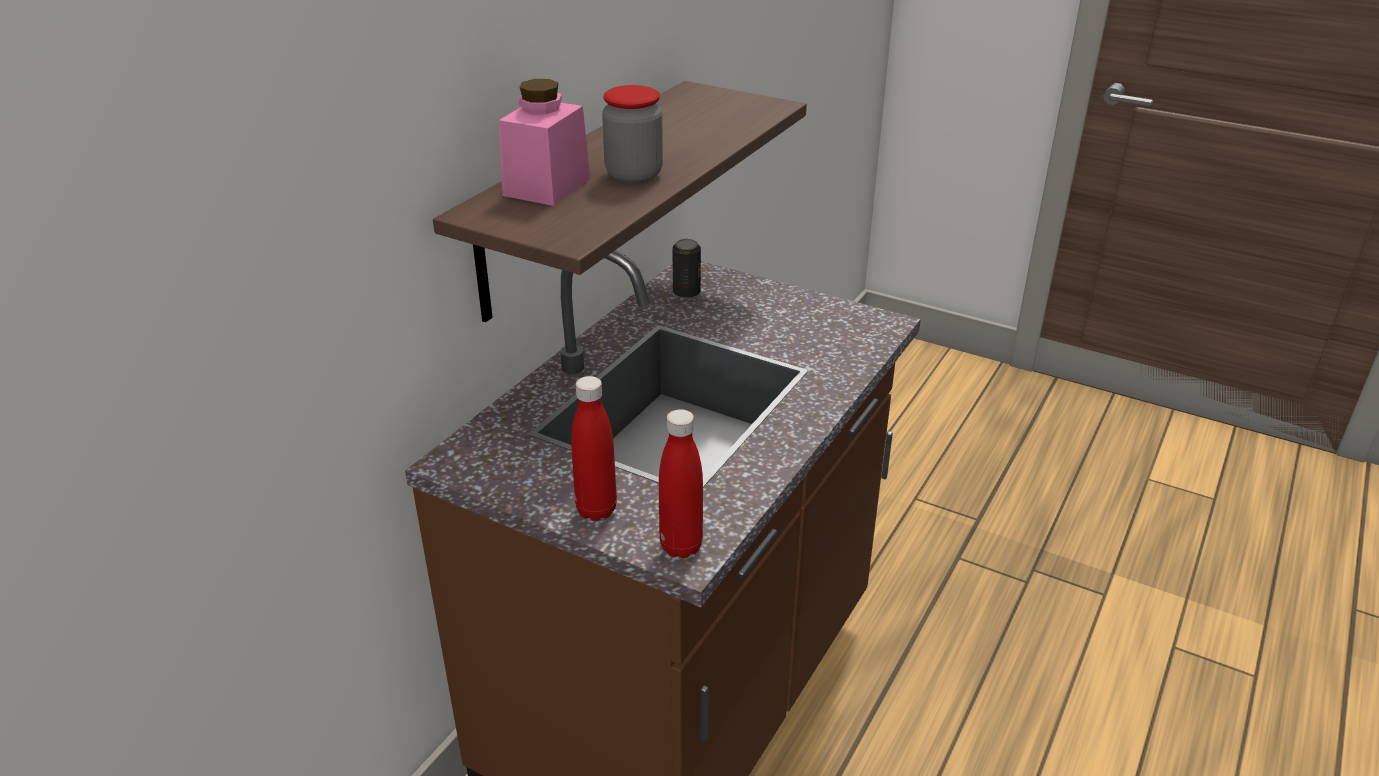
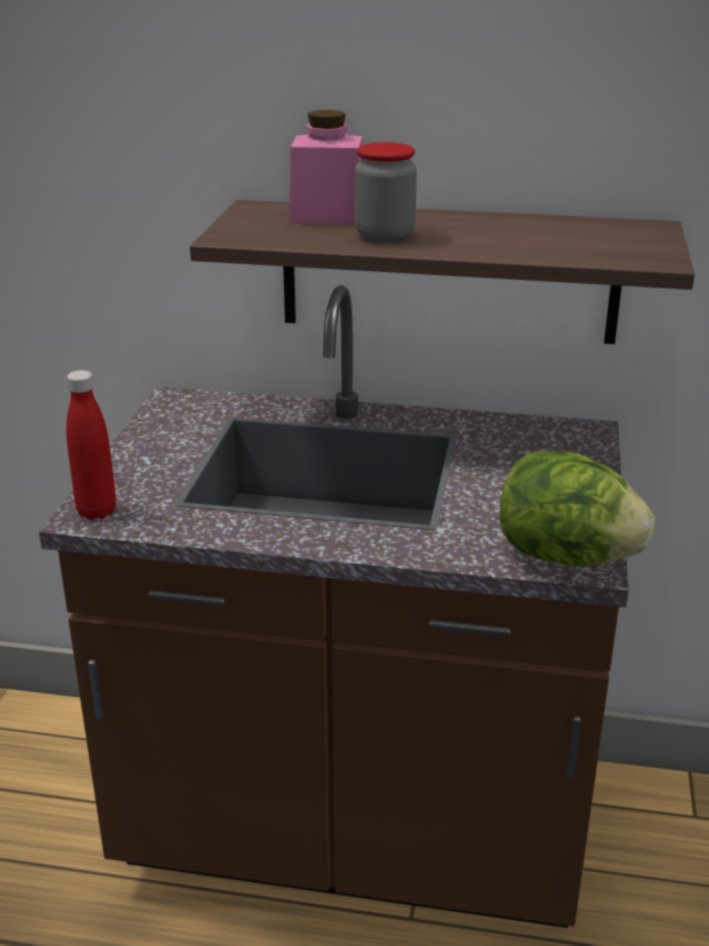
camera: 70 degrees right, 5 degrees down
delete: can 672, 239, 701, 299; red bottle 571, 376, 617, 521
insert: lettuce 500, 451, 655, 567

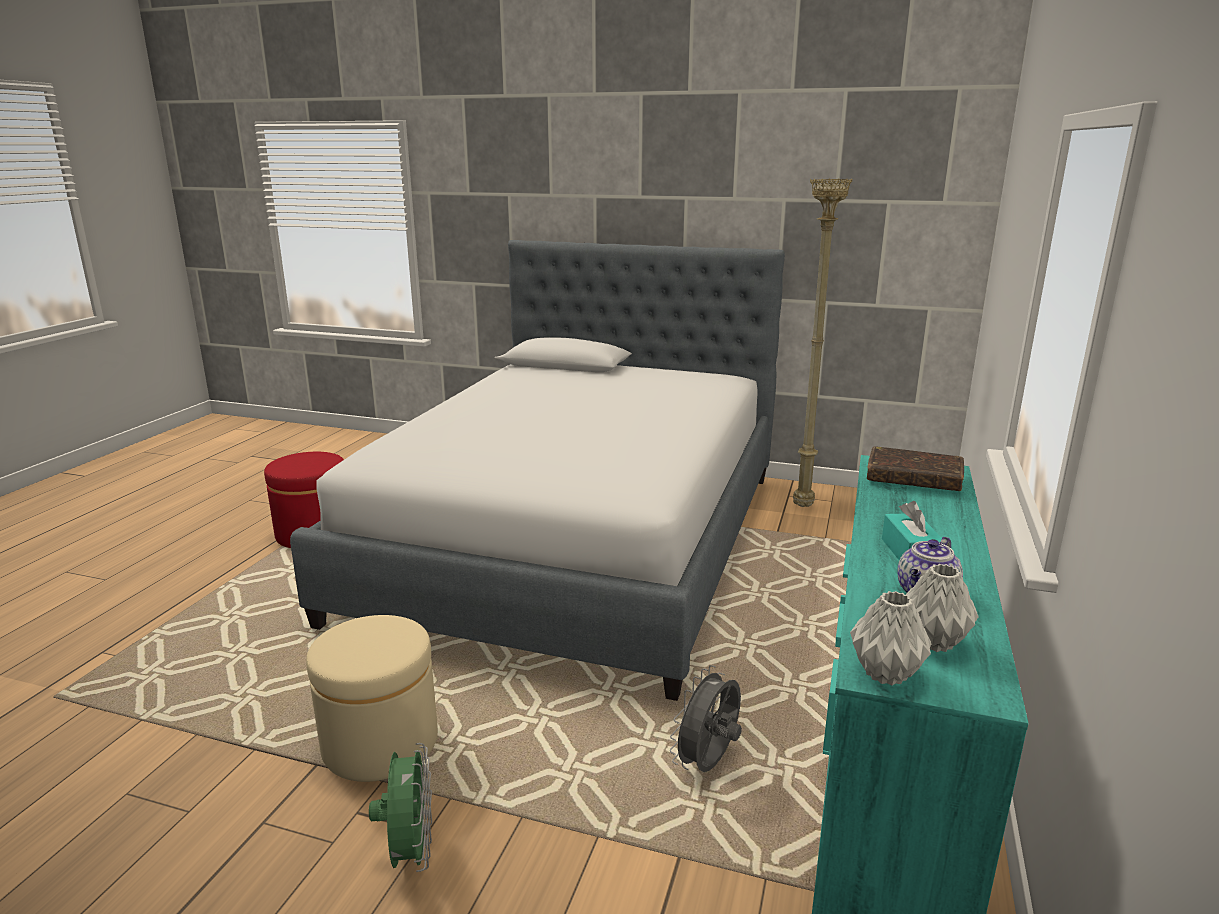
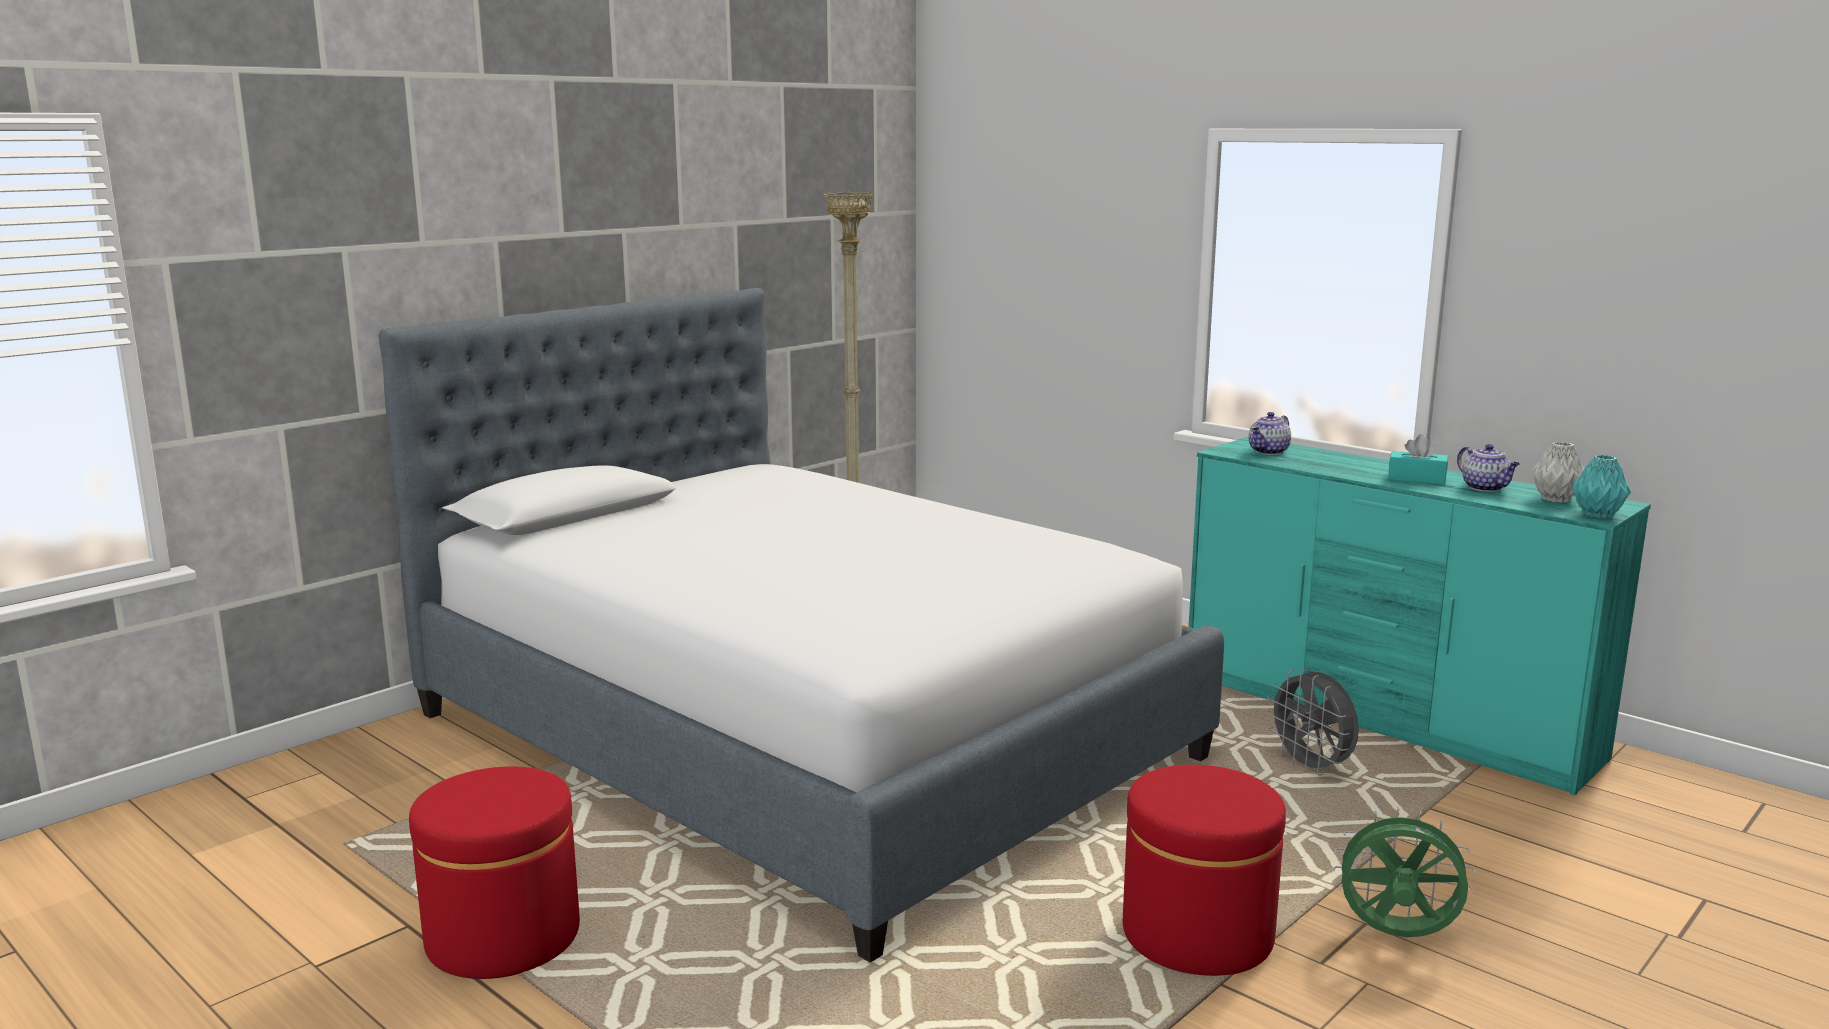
camera: 65 degrees left, 5 degrees down
replace: brown book 867, 446, 964, 491 to teapot 1249, 412, 1291, 455
recolor: grey vase 850, 591, 931, 685 to turquoise vase 1572, 455, 1631, 518; beige ottoman 306, 615, 438, 782 to red ottoman 1123, 765, 1286, 976

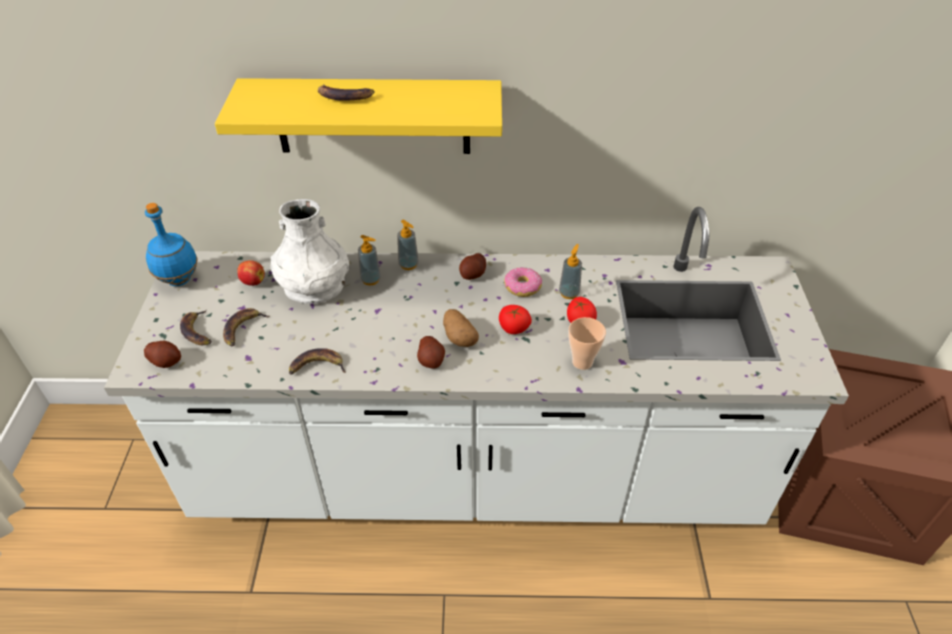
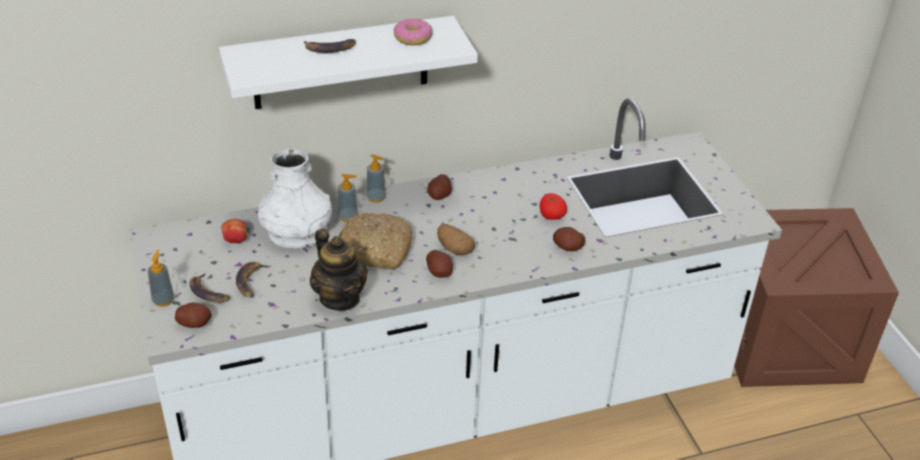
camera: 20 degrees left, 5 degrees down
delete: blue bottle 145, 203, 198, 286; tomato 499, 305, 532, 334
insert: bread 338, 213, 412, 269
move: soap dispenser 559, 244, 582, 299 to 148, 250, 174, 307; donut 504, 267, 542, 297 to 393, 18, 433, 45
replace: cup 568, 317, 606, 370 to potato 553, 227, 585, 251; banana 289, 348, 346, 375 to teapot 310, 228, 368, 311
recolor: yellow shelf 215, 78, 502, 154 to white shelf 219, 16, 478, 109

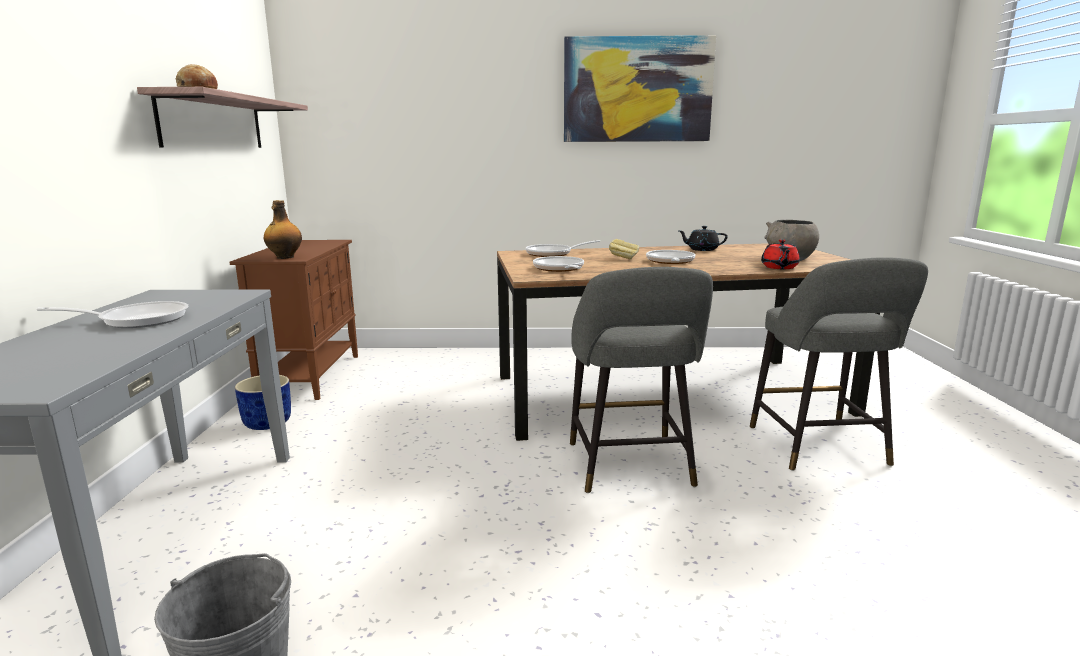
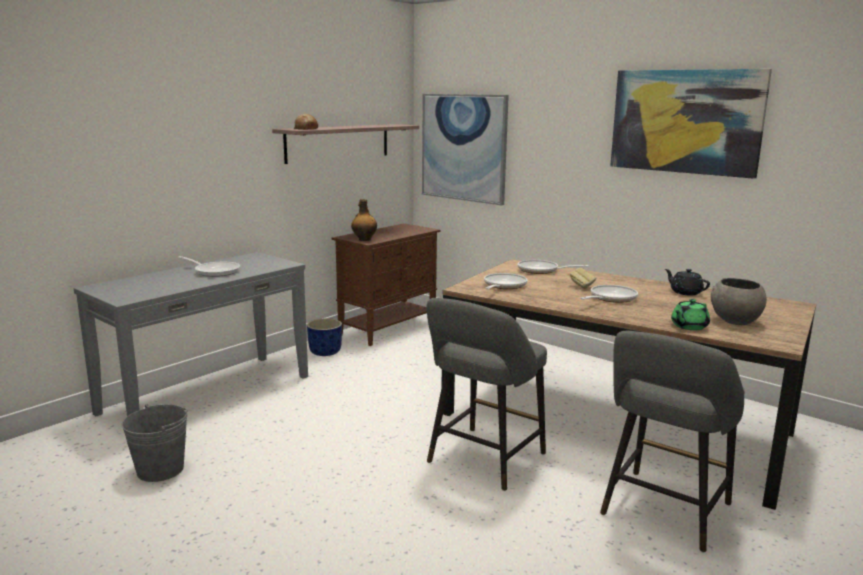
camera: 40 degrees right, 0 degrees up
insert: picture 422, 94, 509, 205
recolor: red teapot 761, 239, 800, 269 to green teapot 671, 299, 710, 330

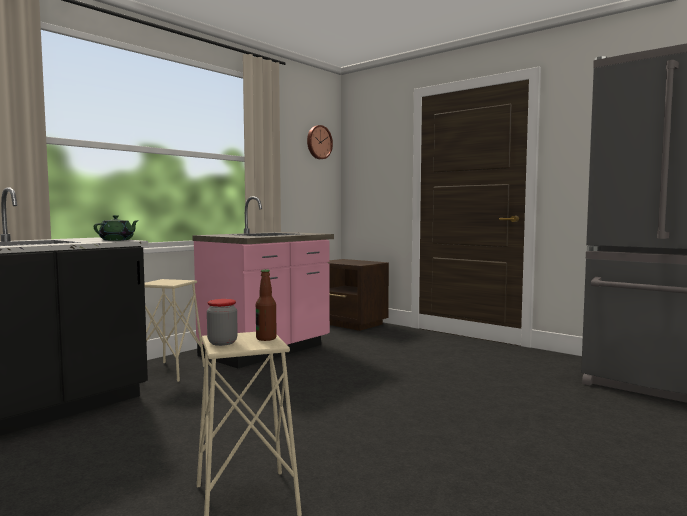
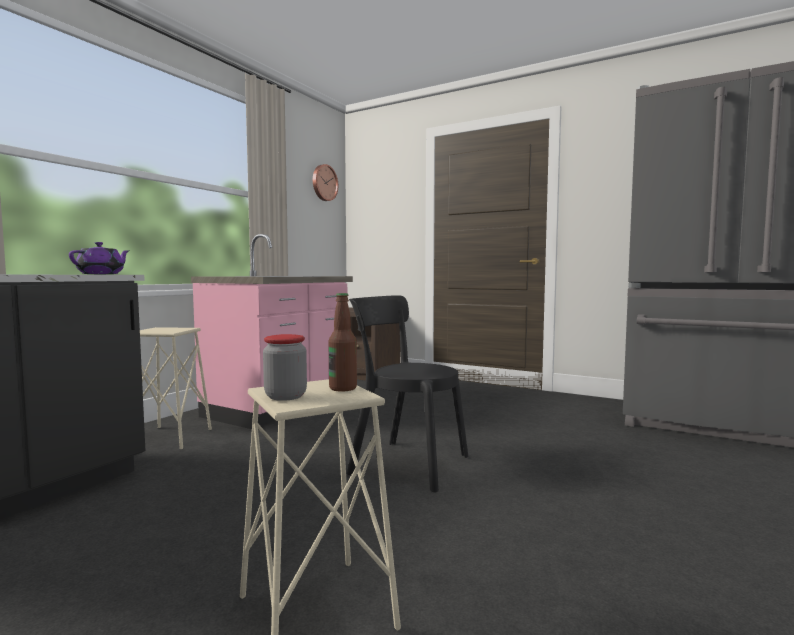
camera: 10 degrees left, 0 degrees up
insert: black chair 347, 295, 469, 493
recolor: green teapot 94, 215, 139, 241 to purple teapot 69, 242, 129, 274

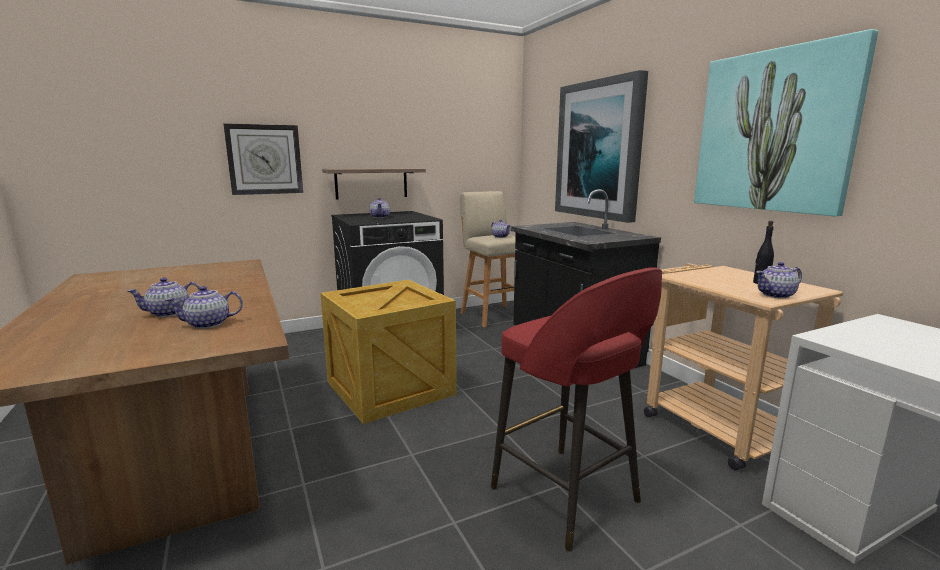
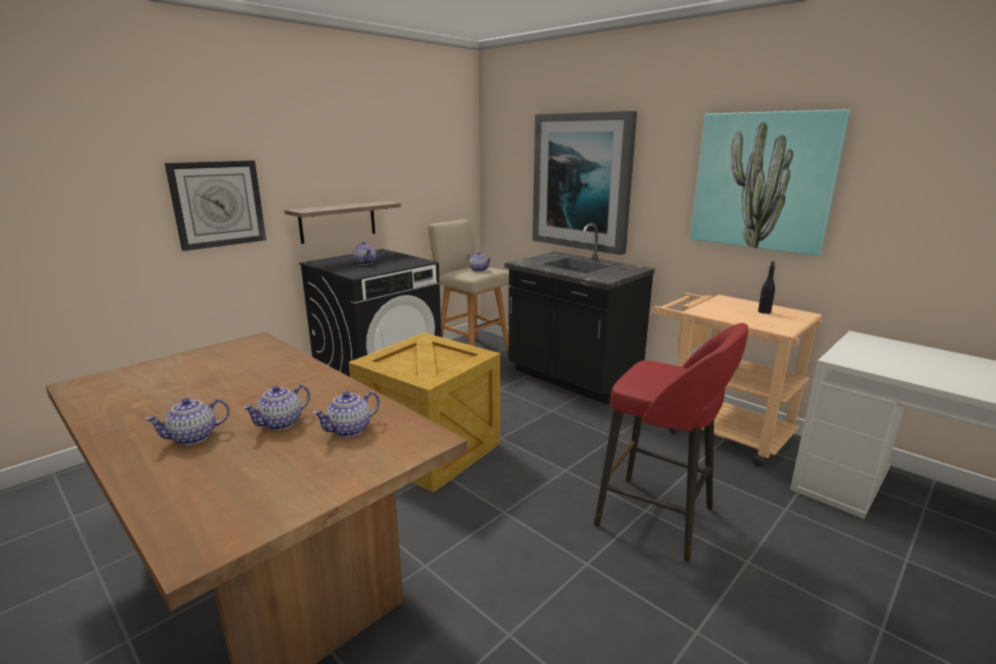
camera: 20 degrees left, 5 degrees up
move: teapot 756, 262, 802, 299 to 144, 398, 230, 445

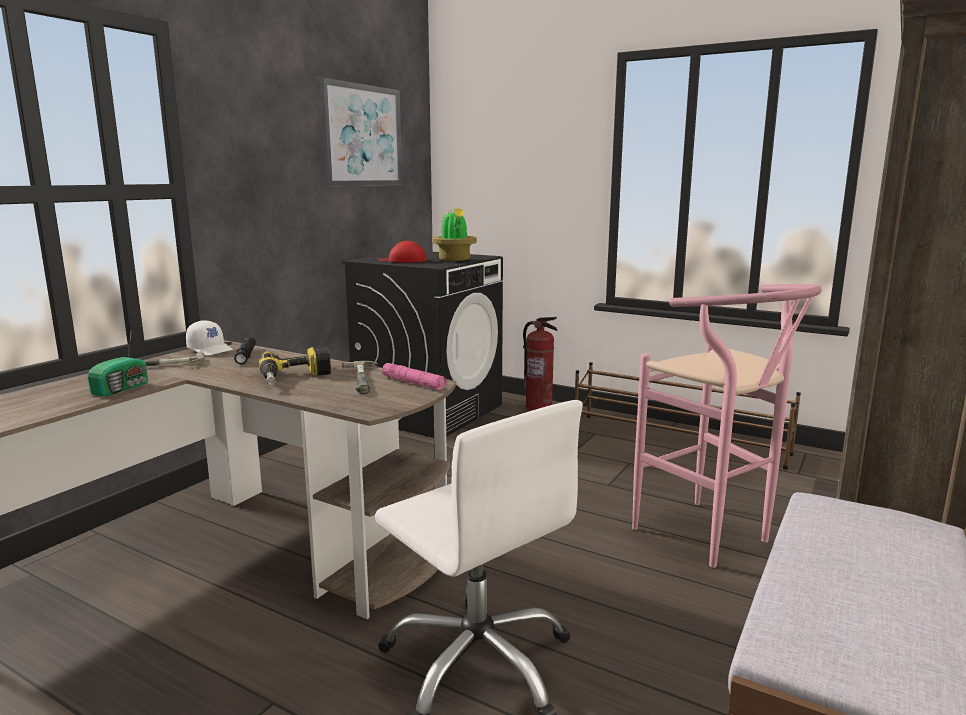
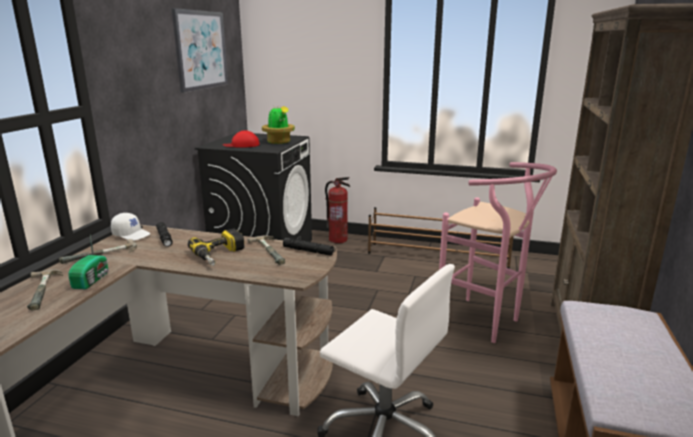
camera: 15 degrees left, 5 degrees up
insert: hammer 27, 269, 63, 311
recolor: pink flashlight 382, 363, 448, 390 to black flashlight 283, 238, 336, 256

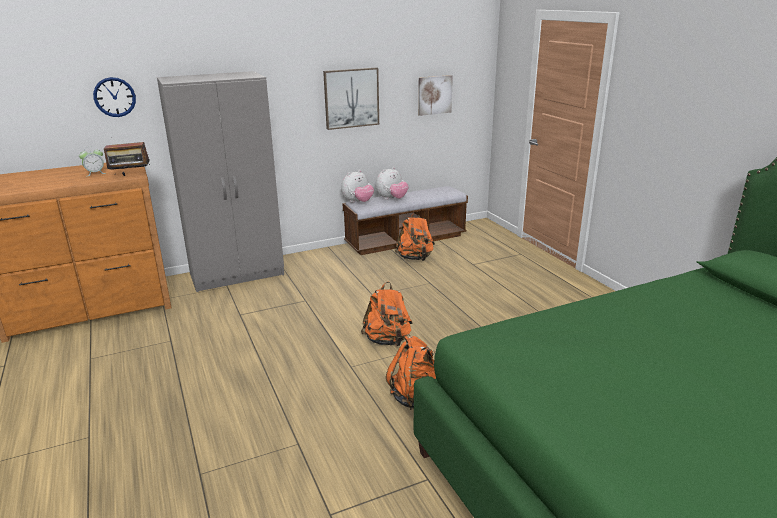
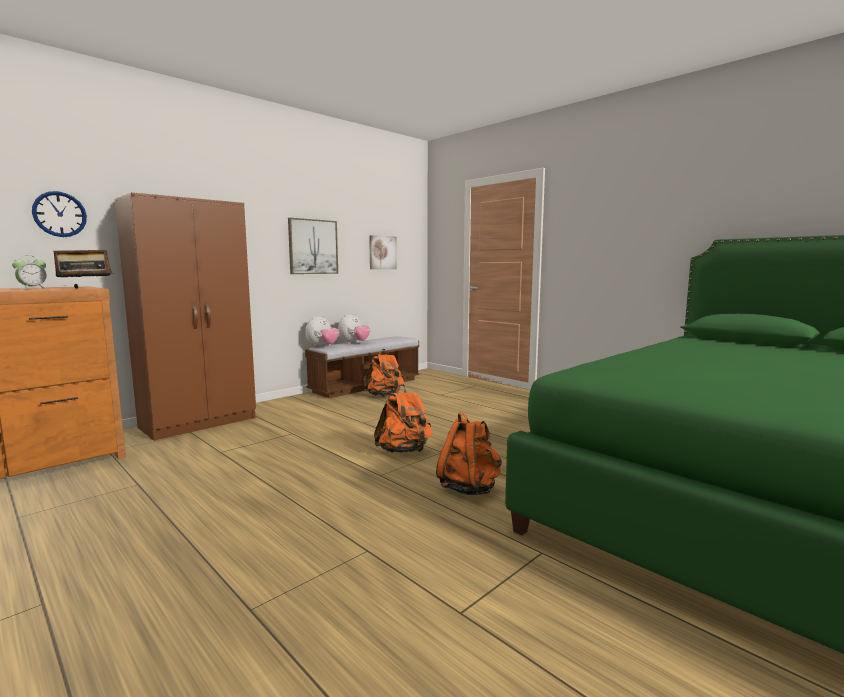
camera: 20 degrees left, 15 degrees down
recolor: grey wardrobe 157, 71, 284, 292 to brown wardrobe 115, 192, 256, 441

